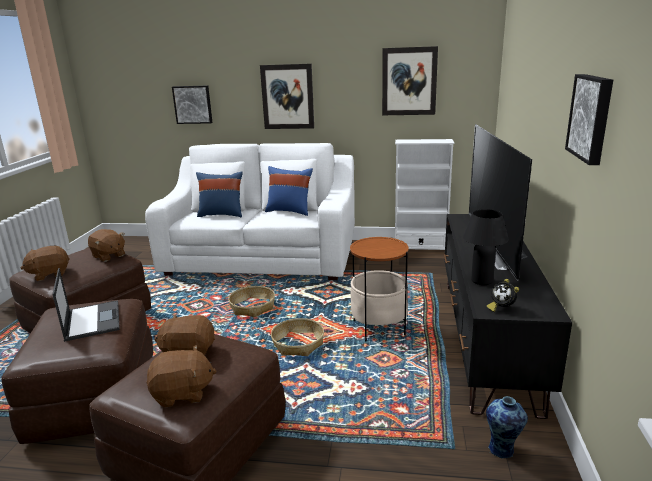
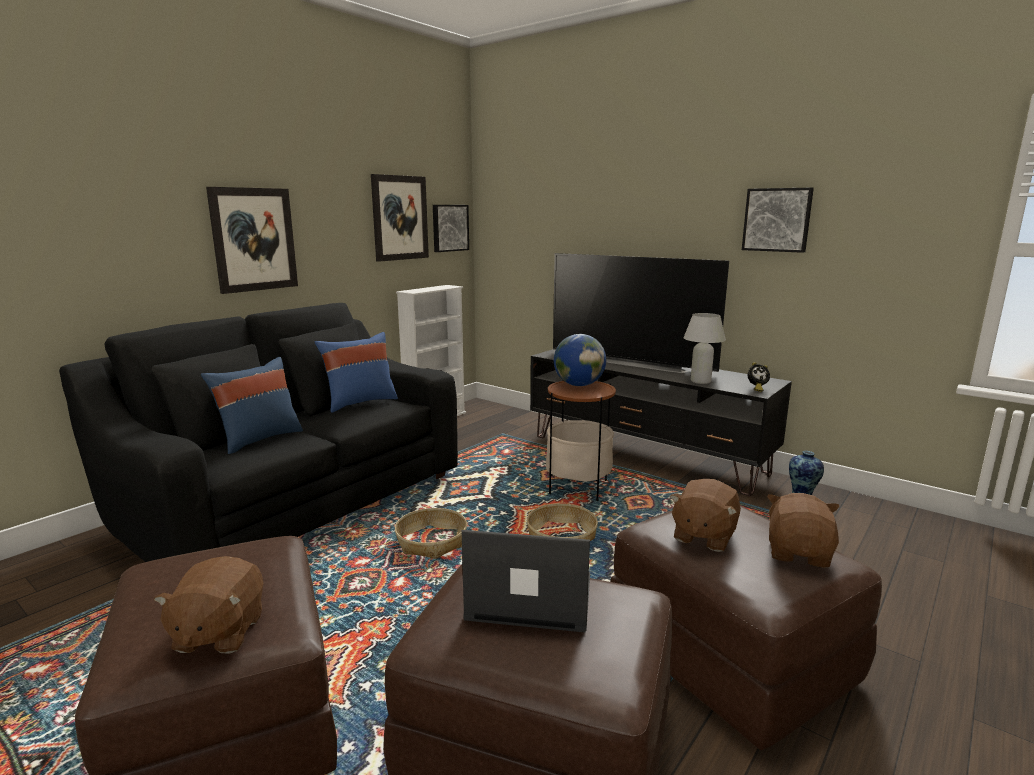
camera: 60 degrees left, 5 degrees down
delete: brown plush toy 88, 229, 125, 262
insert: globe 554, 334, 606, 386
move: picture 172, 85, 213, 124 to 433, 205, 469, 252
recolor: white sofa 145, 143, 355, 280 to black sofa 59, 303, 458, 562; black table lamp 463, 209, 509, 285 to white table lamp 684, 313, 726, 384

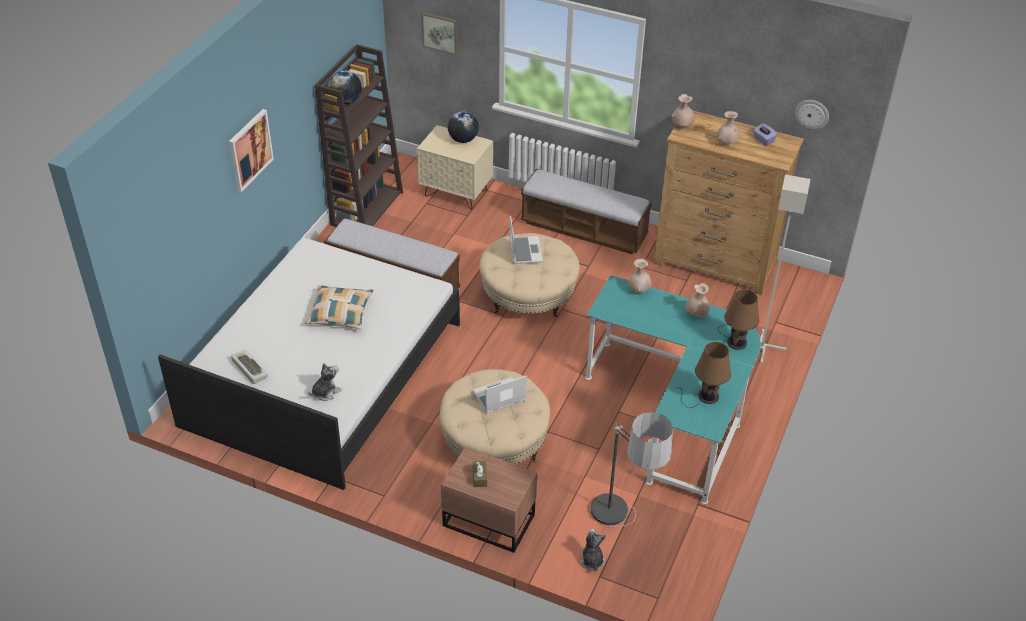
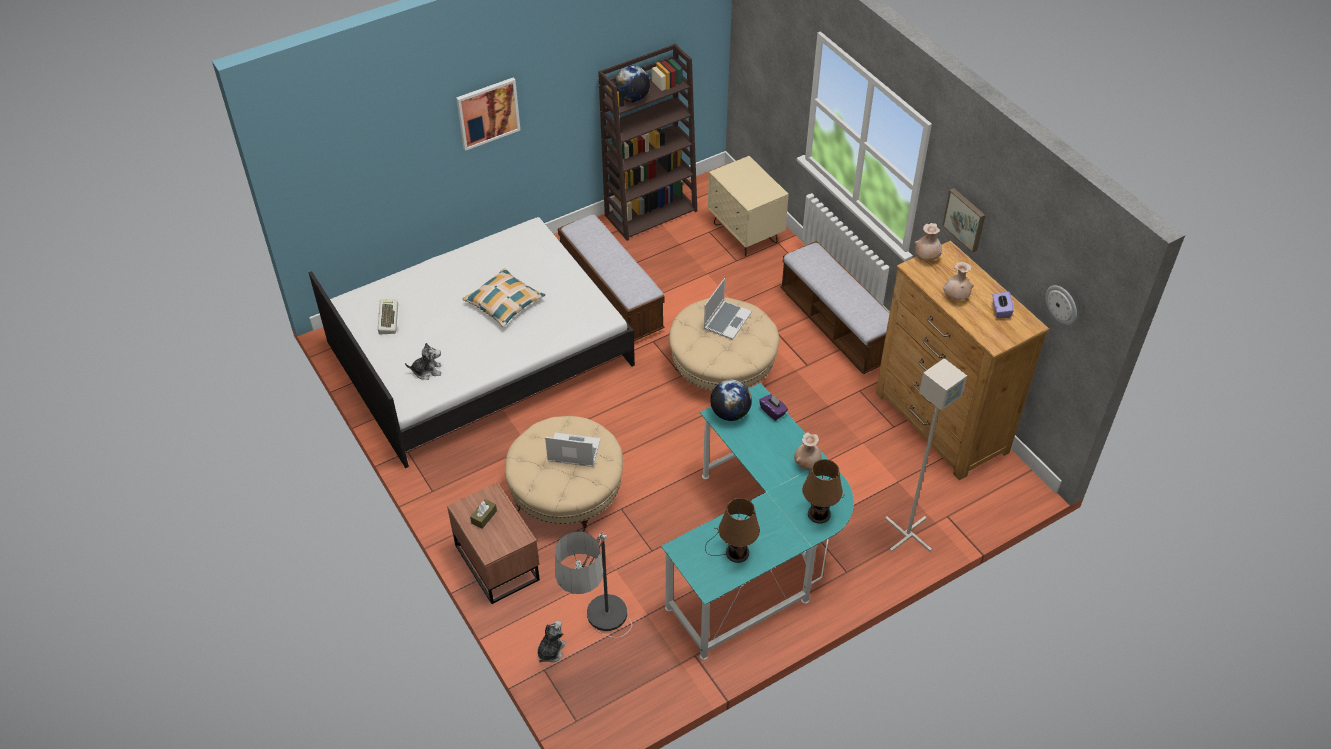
camera: 35 degrees right, 5 degrees up
move: picture 421, 12, 458, 55 to 942, 188, 985, 253; globe 448, 112, 479, 143 to 710, 380, 752, 421
replace: beige vase 628, 259, 652, 292 to purple tissue box 759, 394, 788, 421

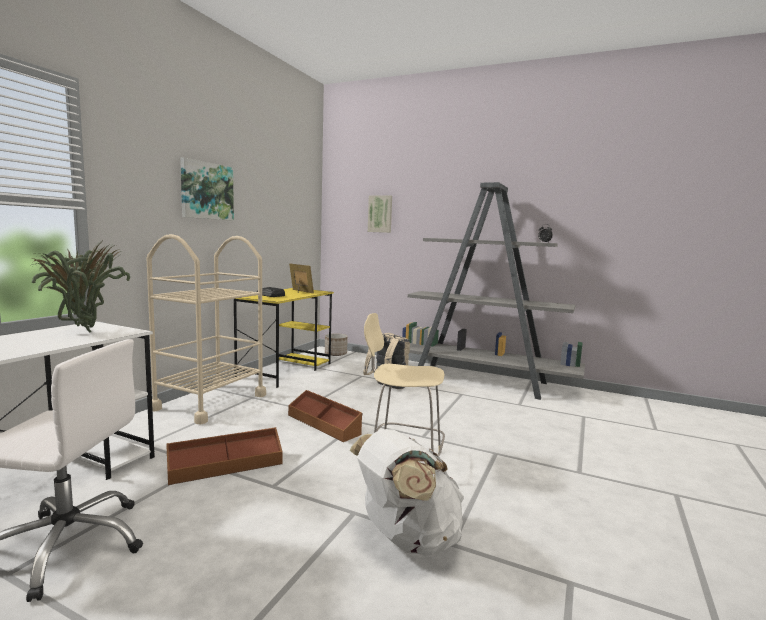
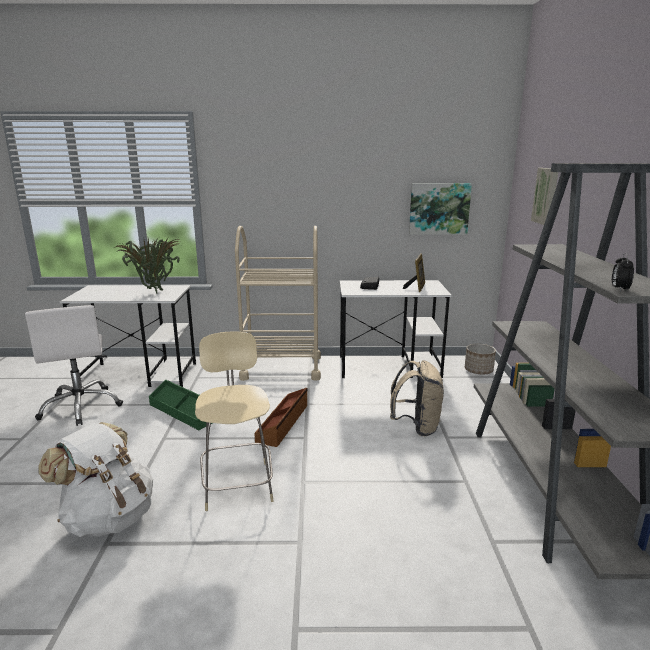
camera: 65 degrees right, 10 degrees up
move: picture 180, 157, 234, 221 to 409, 183, 472, 235
recolor: yellow desk 234, 288, 334, 388 to white desk 339, 280, 452, 378; brown storage box 166, 427, 283, 485 to green storage box 149, 380, 212, 430

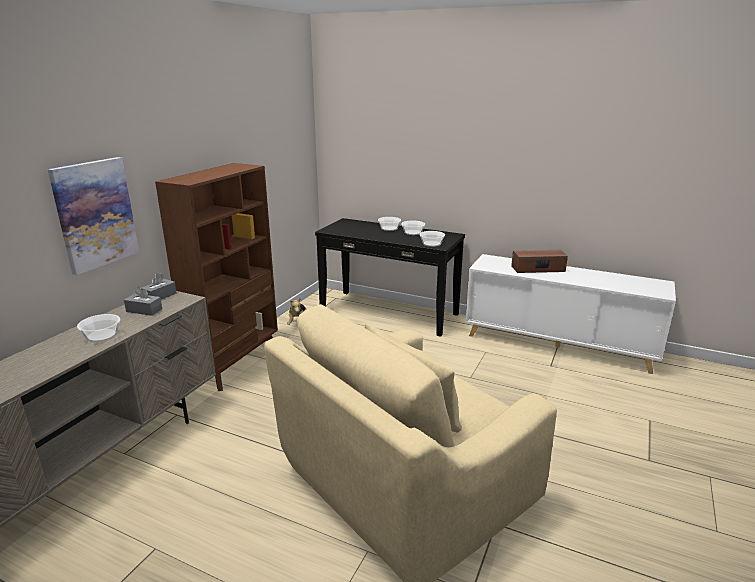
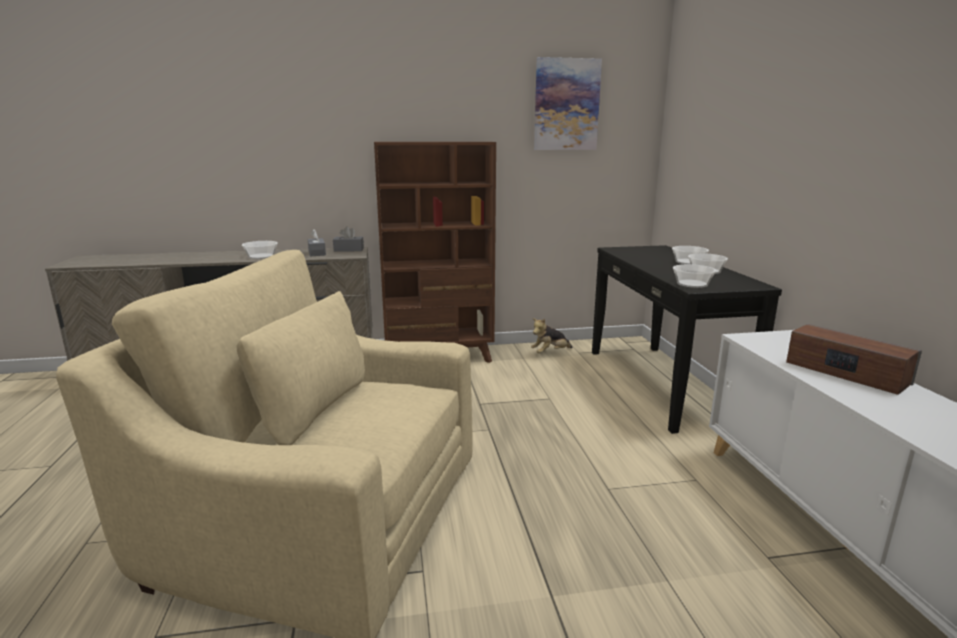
camera: 55 degrees right, 5 degrees down
move: picture 48, 157, 139, 275 to 534, 57, 602, 150

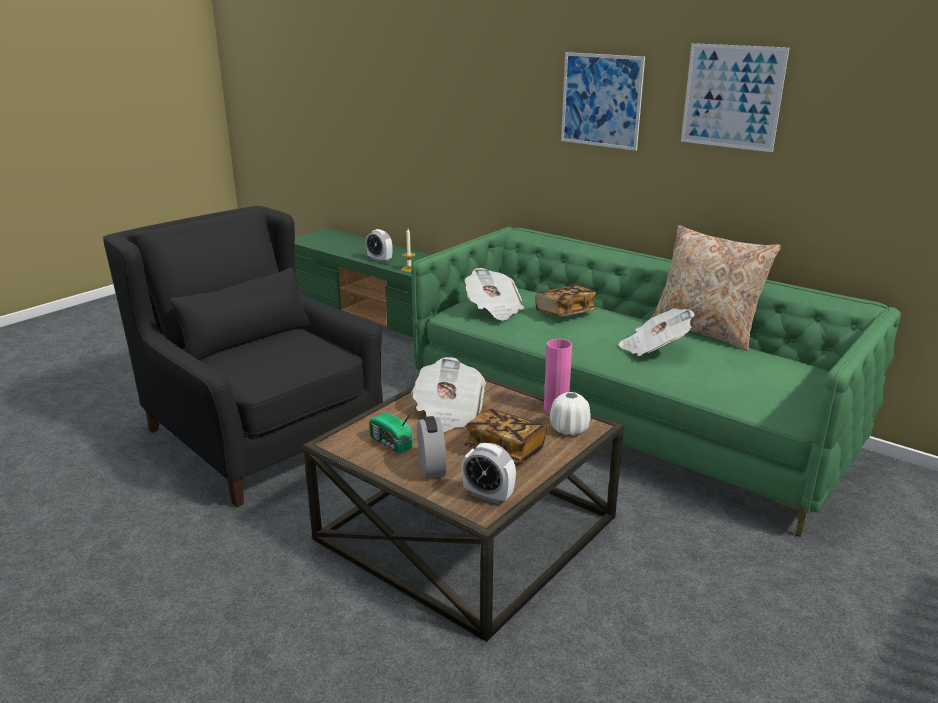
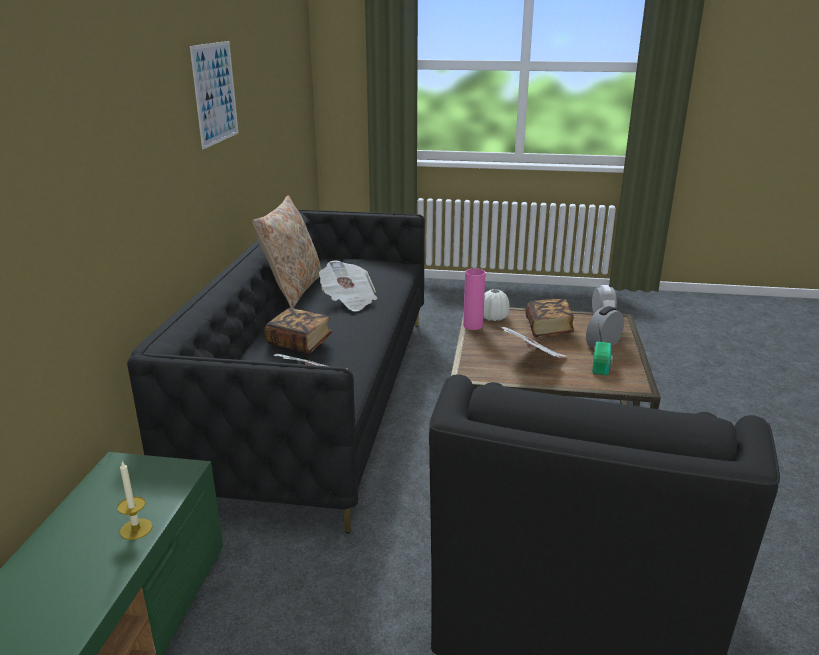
camera: 120 degrees left, 0 degrees up
delete: picture 561, 52, 645, 151; alarm clock 366, 229, 392, 263
recolor: green sofa 411, 227, 901, 537 to black sofa 127, 210, 425, 533

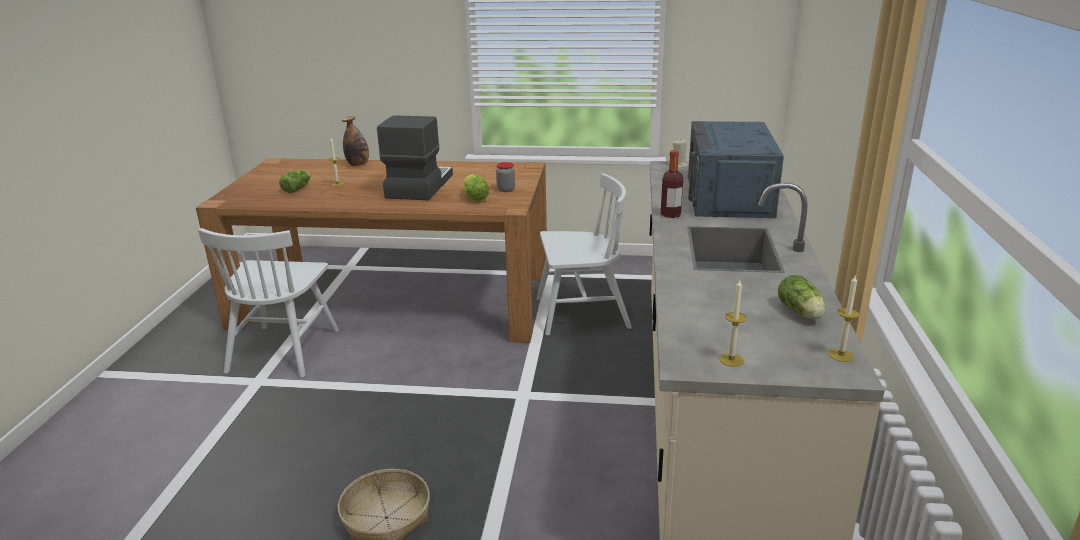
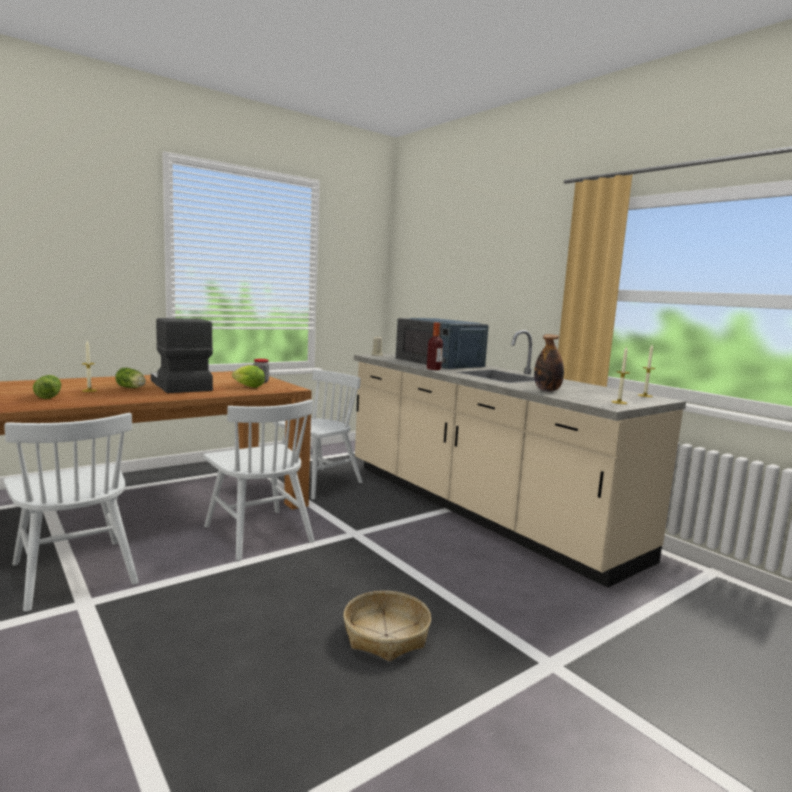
camera: 45 degrees left, 15 degrees down
insert: white chair 204, 399, 315, 561
move: bottle 342, 116, 369, 166 to 534, 334, 564, 391; lettuce 778, 275, 825, 319 to 115, 368, 146, 388

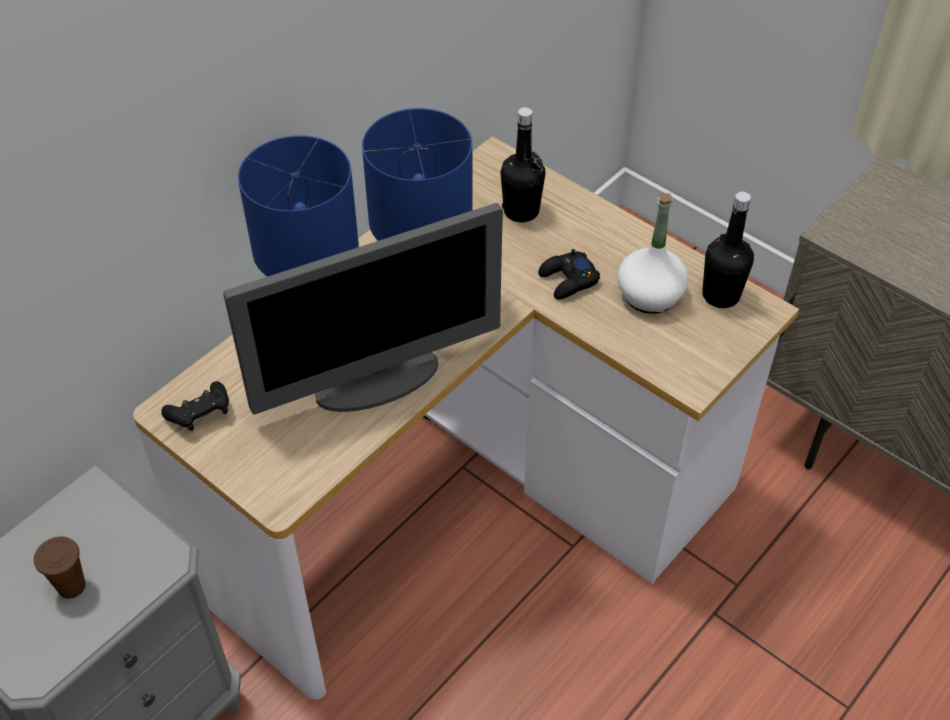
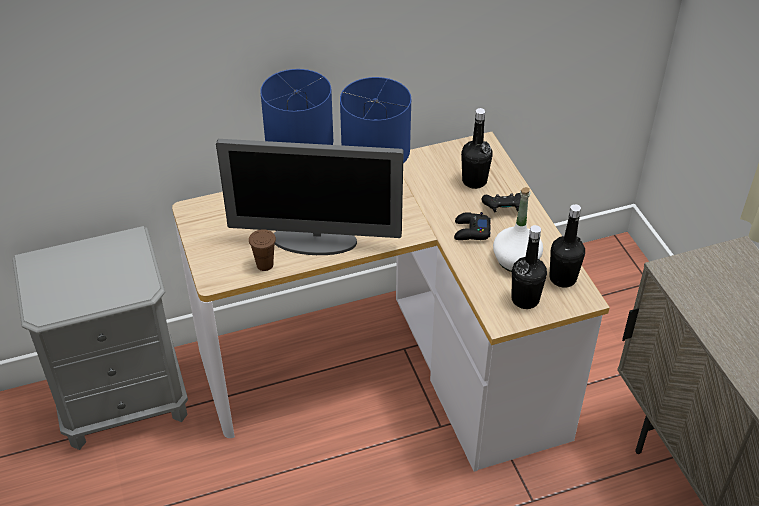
camera: 30 degrees right, 5 degrees down
insert: black bottle 512, 225, 547, 309
move: black game controller 161, 381, 229, 431 to 482, 193, 521, 213; brown cup 34, 537, 86, 599 to 249, 229, 276, 271

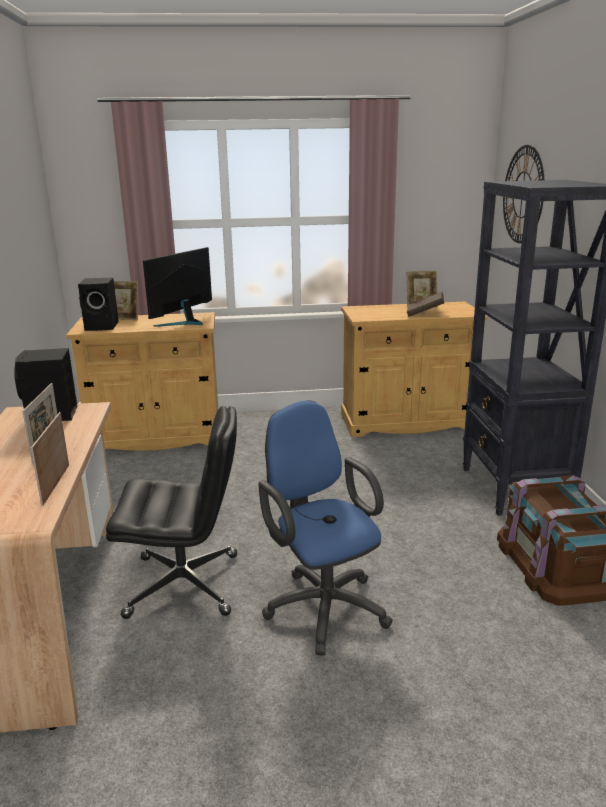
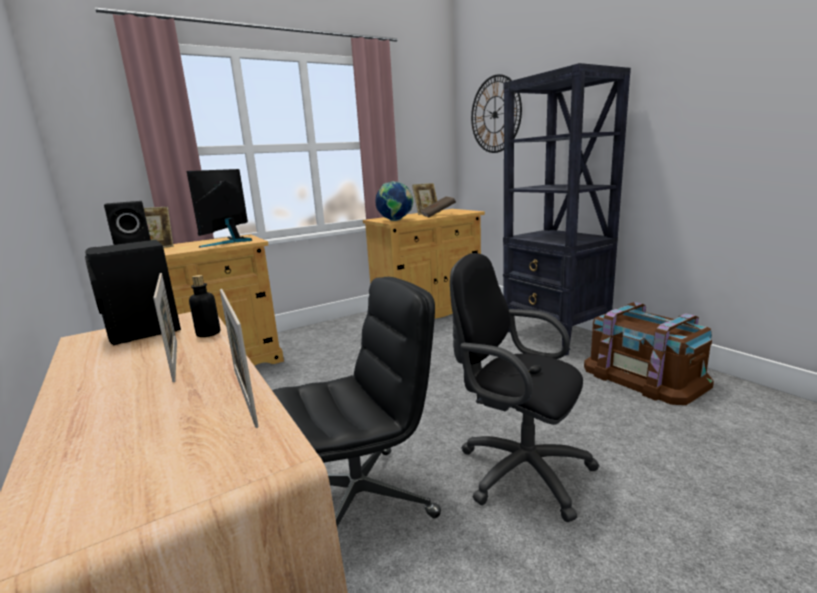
camera: 25 degrees left, 5 degrees down
insert: globe 375, 181, 413, 221; bottle 189, 275, 220, 337
recolor: blue office chair 259, 401, 392, 656 to black office chair 450, 253, 599, 522

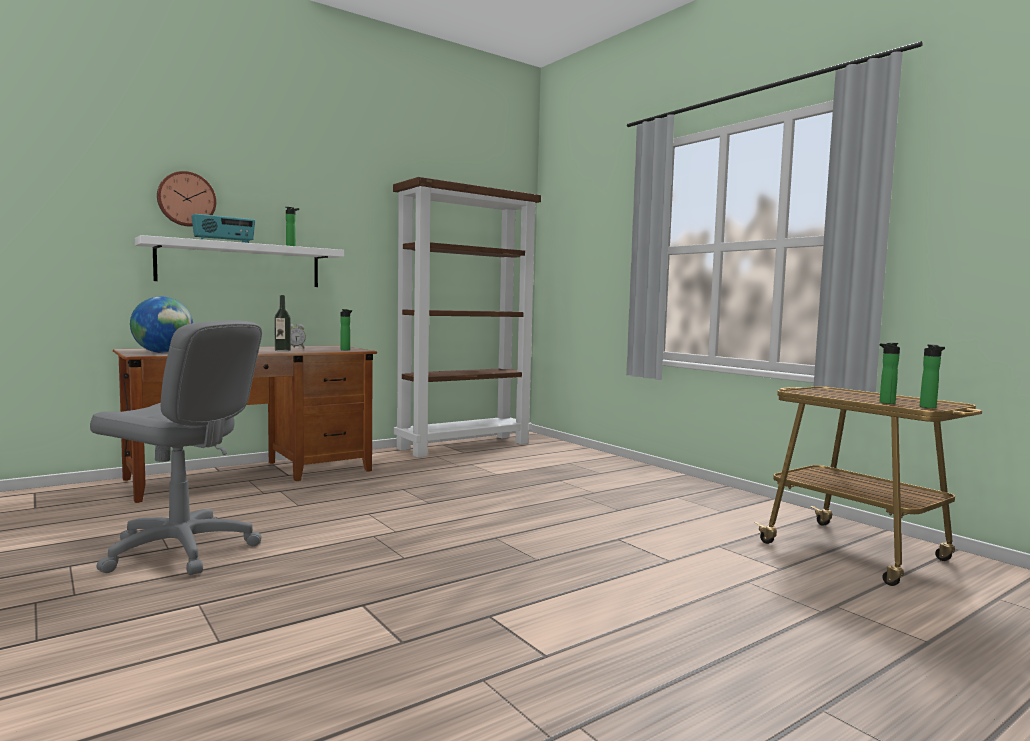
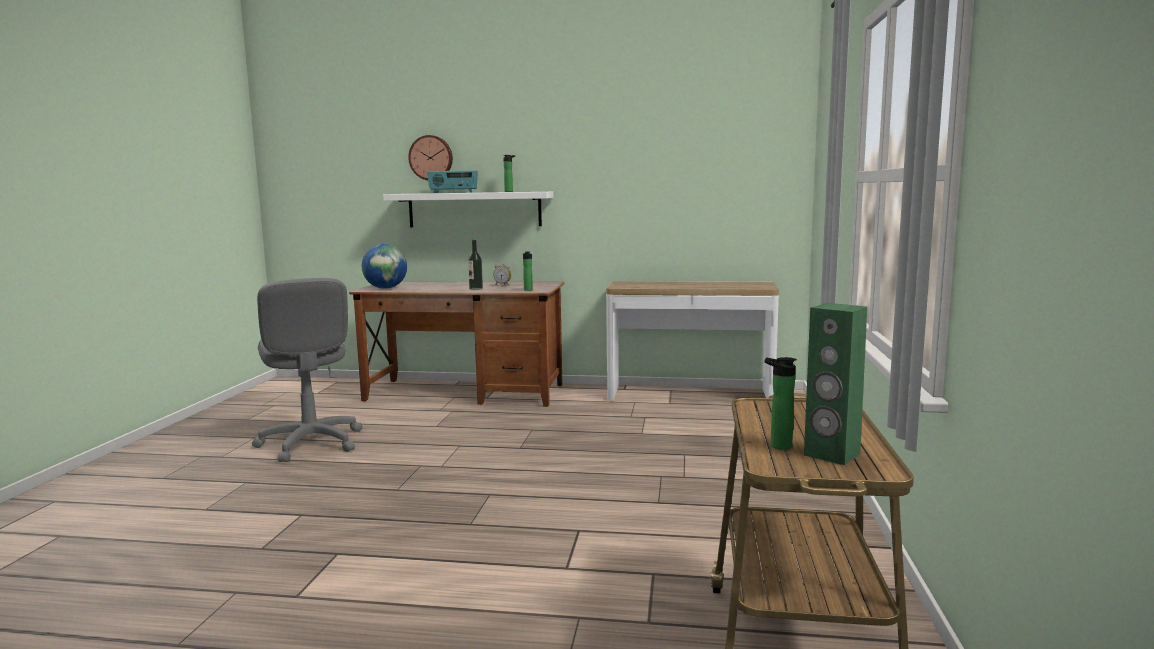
camera: 45 degrees right, 5 degrees up
delete: bottle 920, 344, 945, 408
insert: green speaker 804, 303, 867, 465
replace: brown bookcase 393, 177, 541, 457 to console table 606, 281, 779, 401

